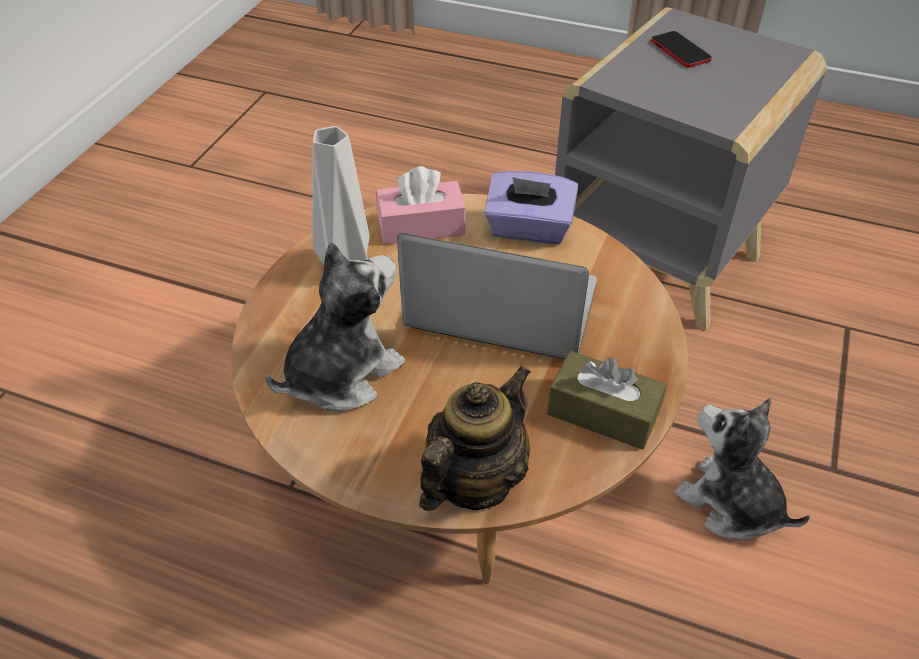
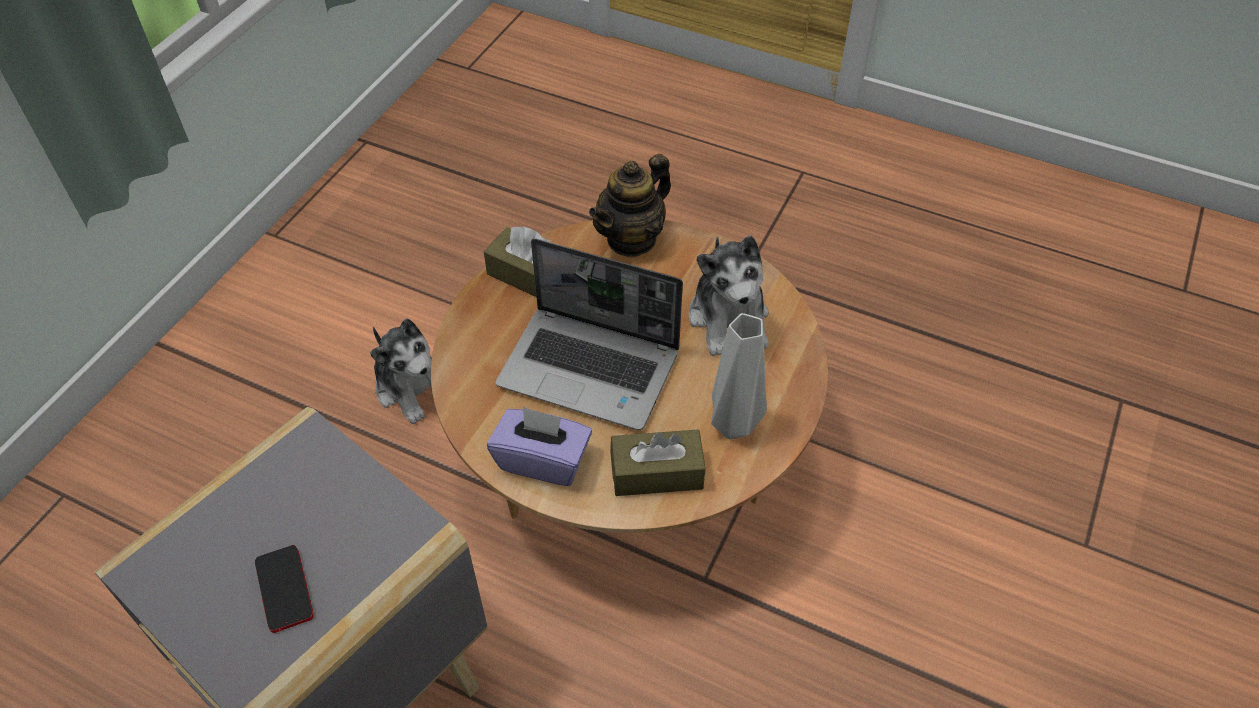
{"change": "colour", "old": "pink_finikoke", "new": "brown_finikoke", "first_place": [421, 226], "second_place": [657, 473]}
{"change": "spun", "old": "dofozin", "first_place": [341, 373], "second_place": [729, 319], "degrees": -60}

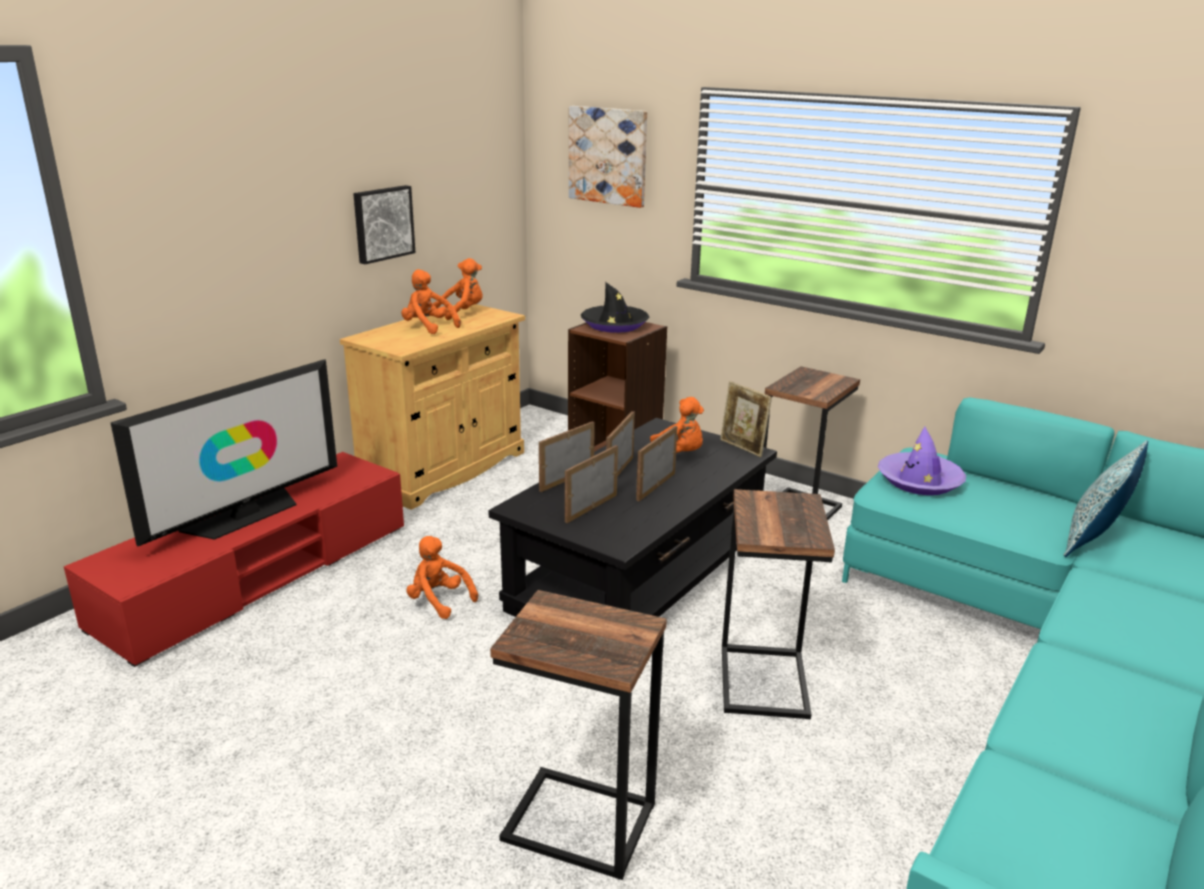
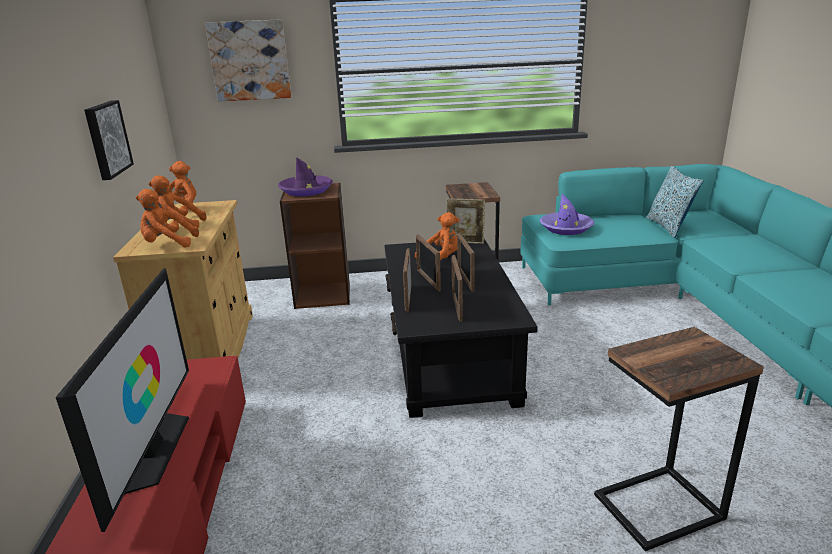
{"change": "missing", "old": "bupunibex", "first_place": [765, 681]}
{"change": "relocated", "old": "orange_dofozin", "first_place": [438, 601], "second_place": [167, 244]}
{"change": "colour", "old": "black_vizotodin", "new": "purple_vizotodin", "first_place": [614, 325], "second_place": [306, 190]}

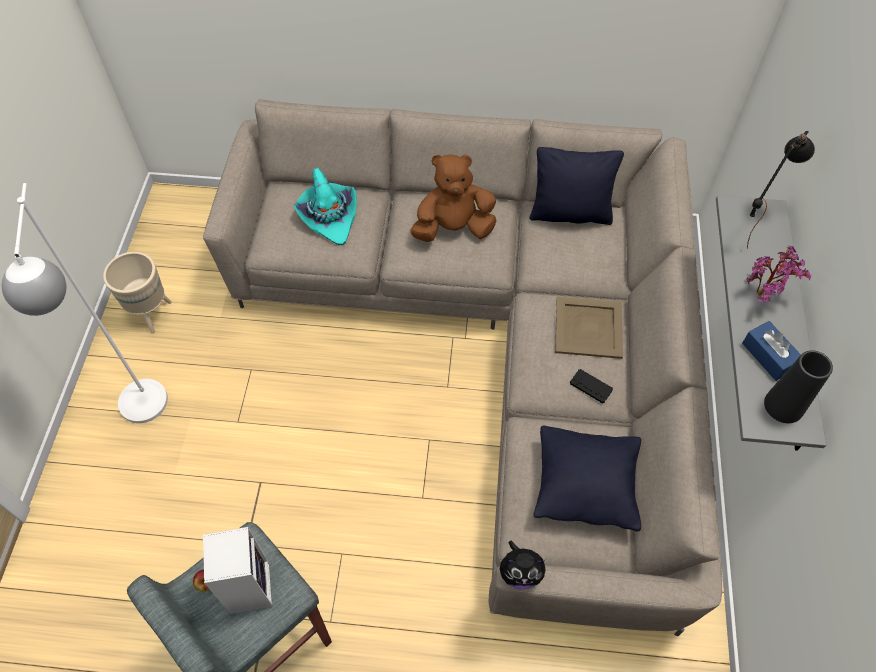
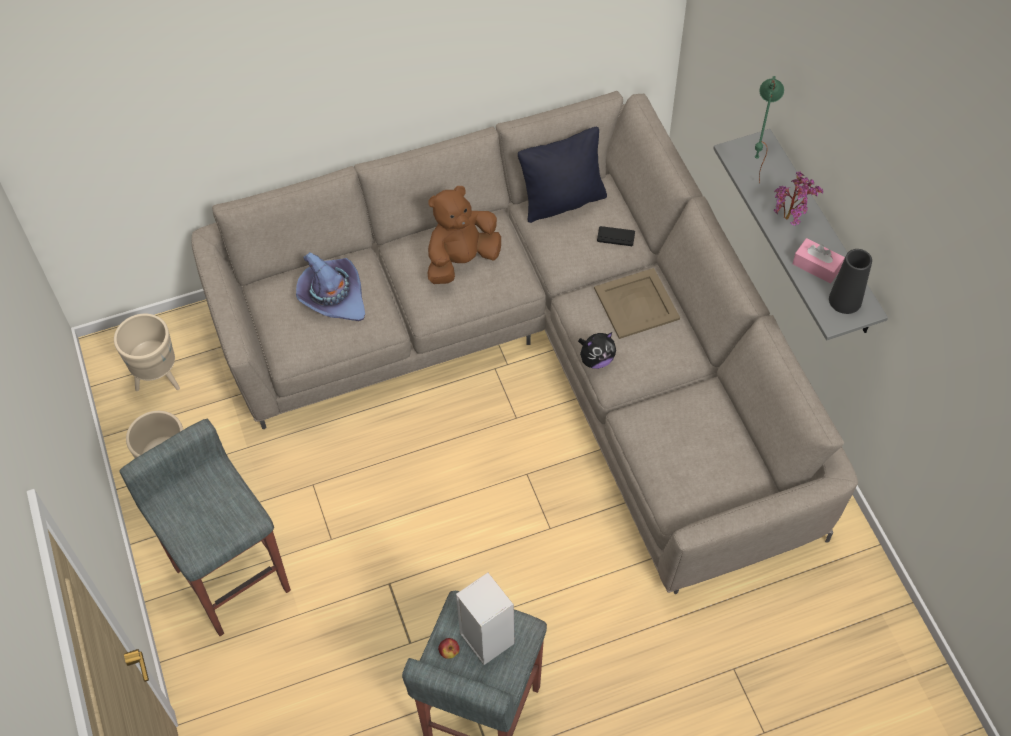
{"change": "missing", "old": "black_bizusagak", "first_place": [584, 487]}
{"change": "appeared", "new": "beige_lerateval", "second_place": [159, 380]}
{"change": "relocated", "old": "dofozin", "first_place": [520, 572], "second_place": [596, 360]}
{"change": "relocated", "old": "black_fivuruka", "first_place": [591, 386], "second_place": [616, 237]}
{"change": "exchanged", "old": "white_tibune", "new": "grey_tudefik", "first_place": [143, 417], "second_place": [232, 577]}
{"change": "colour", "old": "turquoise_vizotodin", "new": "purple_vizotodin", "first_place": [329, 216], "second_place": [332, 296]}
{"change": "colour", "old": "blue_finikoke", "new": "pink_finikoke", "first_place": [768, 356], "second_place": [816, 266]}
{"change": "colour", "old": "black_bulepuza", "new": "green_bulepuza", "first_place": [753, 227], "second_place": [755, 163]}

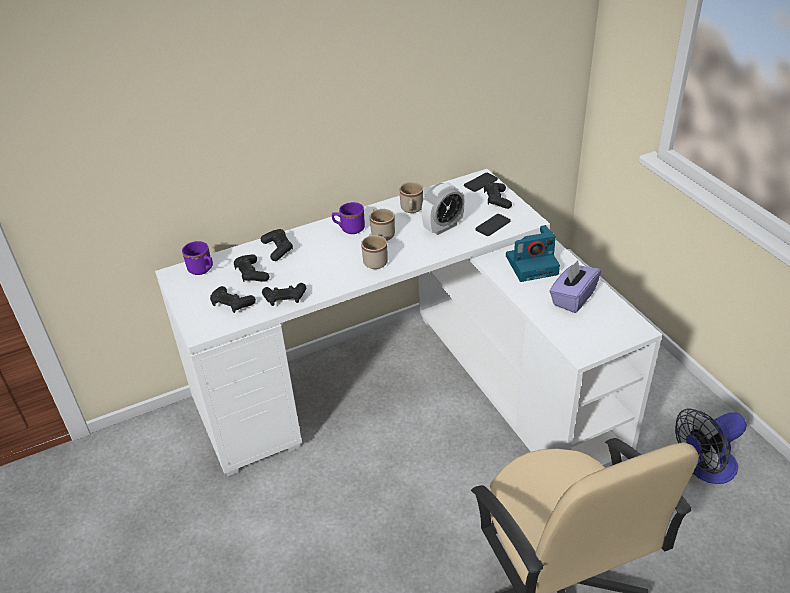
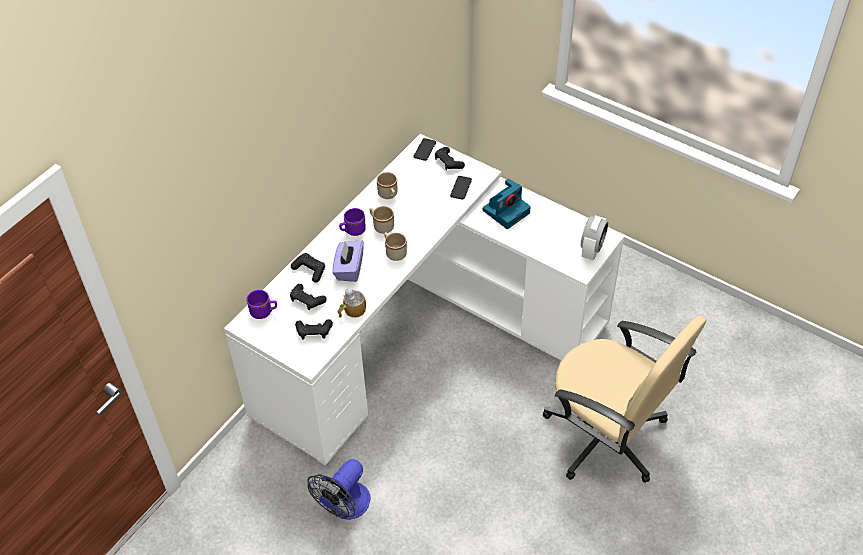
{"change": "relocated", "old": "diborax", "first_place": [443, 227], "second_place": [592, 250]}
{"change": "relocated", "old": "purple_finikoke", "first_place": [572, 298], "second_place": [349, 269]}
{"change": "relocated", "old": "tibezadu", "first_place": [704, 468], "second_place": [344, 507]}
{"change": "exchanged", "old": "black_fivuruka", "new": "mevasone", "first_place": [285, 298], "second_place": [351, 311]}

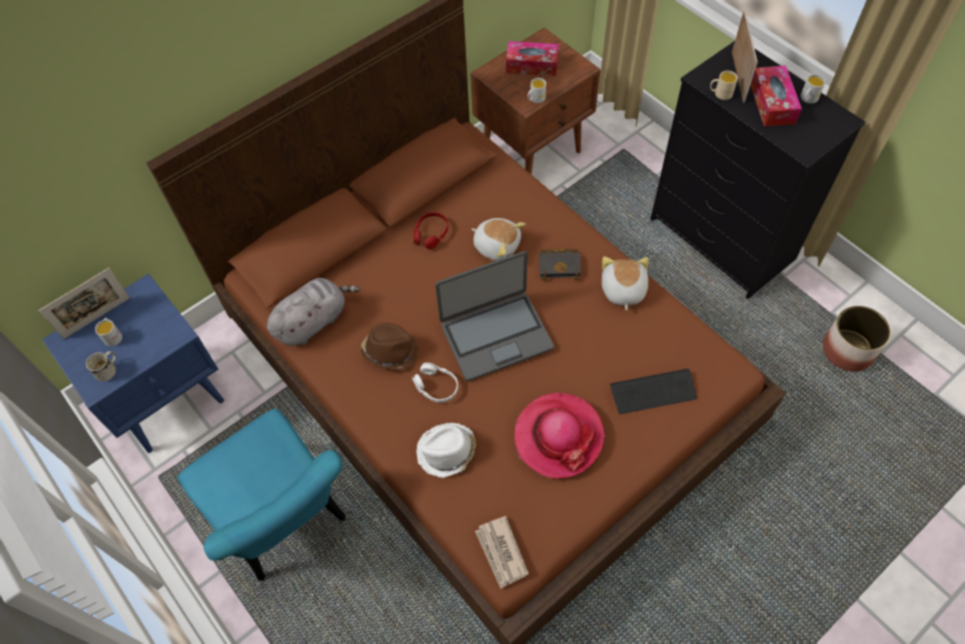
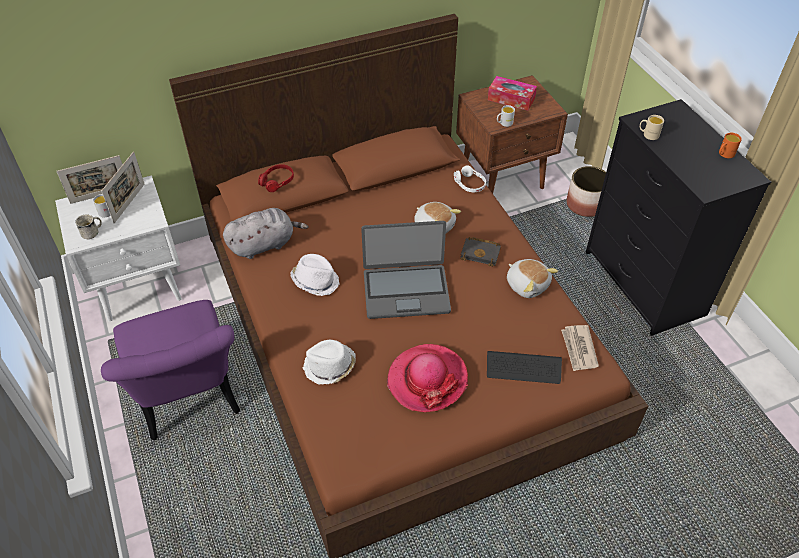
{"change": "missing", "old": "finikoke", "first_place": [772, 103]}
{"change": "relocated", "old": "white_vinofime", "first_place": [436, 386], "second_place": [469, 184]}
{"change": "relocated", "old": "red_vinofime", "first_place": [431, 234], "second_place": [277, 181]}
{"change": "relocated", "old": "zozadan", "first_place": [501, 553], "second_place": [579, 349]}
{"change": "relocated", "old": "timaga", "first_place": [738, 77], "second_place": [129, 203]}
{"change": "relocated", "old": "lerateval", "first_place": [848, 351], "second_place": [585, 205]}
{"change": "colour", "old": "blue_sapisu", "new": "white_sapisu", "first_place": [169, 398], "second_place": [140, 286]}
{"change": "colour", "old": "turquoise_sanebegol", "new": "purple_sanebegol", "first_place": [285, 522], "second_place": [190, 401]}
{"change": "colour", "old": "brown_vizotodin", "new": "white_vizotodin", "first_place": [390, 351], "second_place": [315, 281]}
{"change": "colour", "old": "white_mevasone", "new": "orange_mevasone", "first_place": [807, 99], "second_place": [724, 154]}
{"change": "spun", "old": "dofozin", "first_place": [622, 290], "second_place": [527, 284], "degrees": 120}

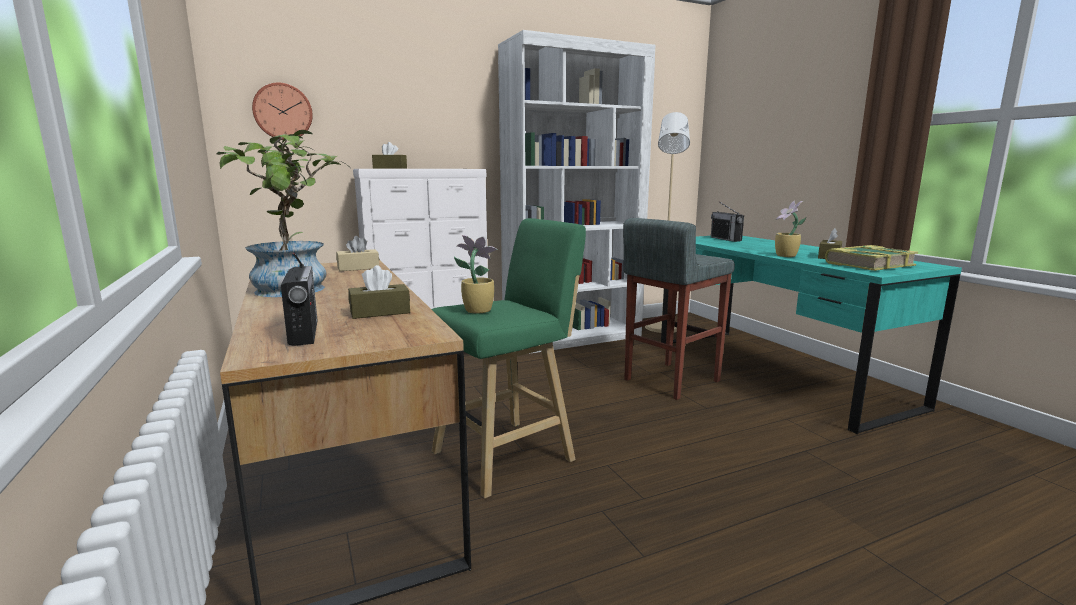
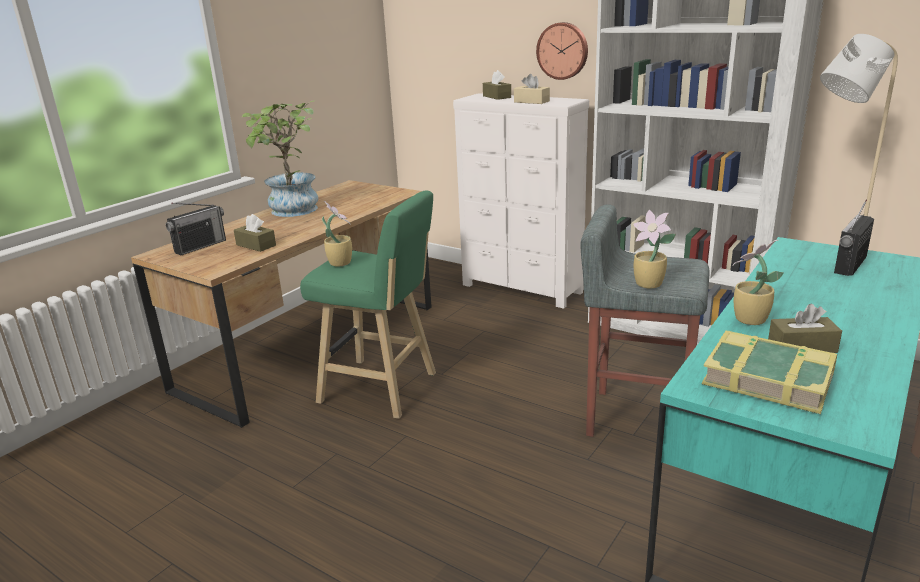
{"change": "appeared", "new": "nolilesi", "second_place": [649, 284]}
{"change": "relocated", "old": "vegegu", "first_place": [283, 112], "second_place": [563, 51]}
{"change": "relocated", "old": "beige_finikoke", "first_place": [358, 268], "second_place": [531, 102]}

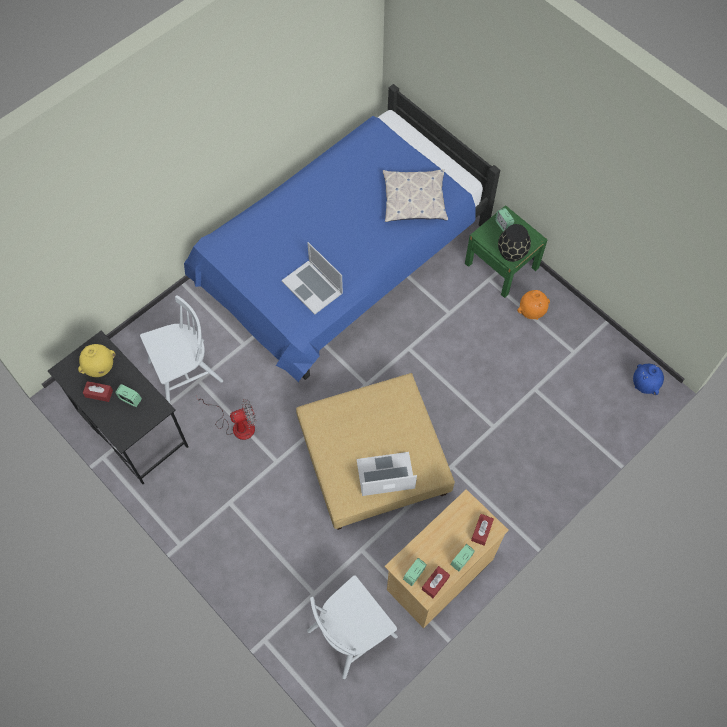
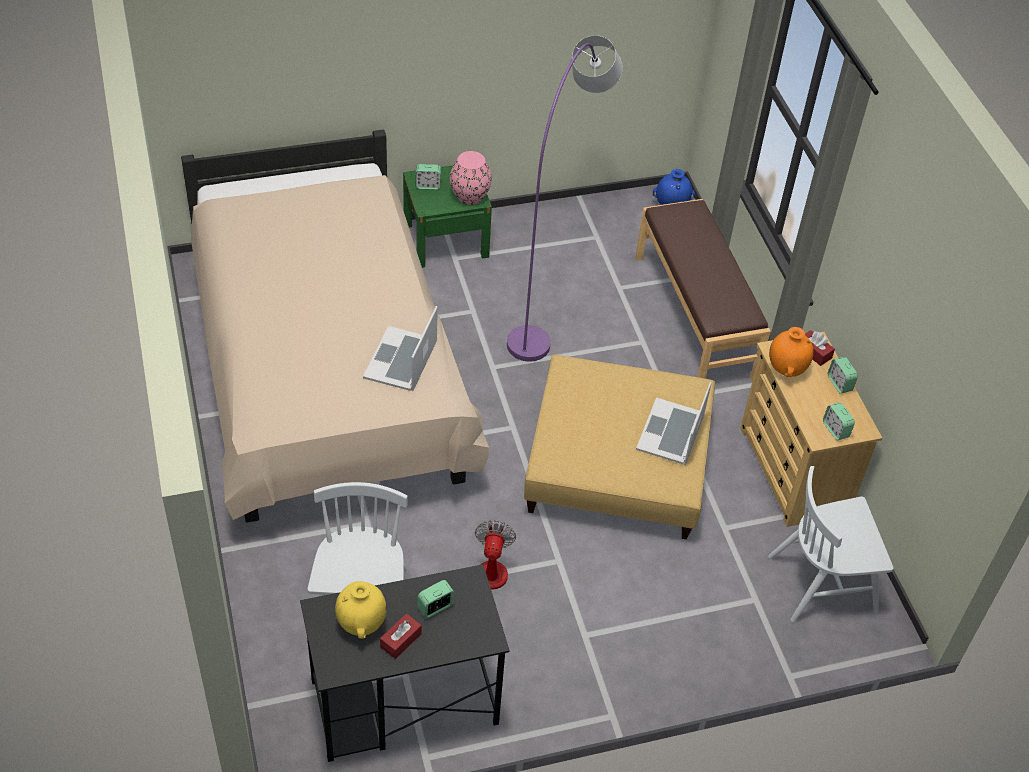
{"change": "missing", "old": "bizusagak", "first_place": [414, 200]}
{"change": "missing", "old": "red_finikoke", "first_place": [435, 583]}
{"change": "appeared", "new": "purple_tibune", "second_place": [554, 291]}
{"change": "appeared", "new": "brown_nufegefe", "second_place": [695, 316]}
{"change": "relocated", "old": "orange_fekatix", "first_place": [531, 312], "second_place": [786, 369]}
{"change": "colour", "old": "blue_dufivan", "new": "beige_dufivan", "first_place": [342, 261], "second_place": [325, 372]}
{"change": "colour", "old": "black_fekatix", "new": "pink_fekatix", "first_place": [511, 253], "second_place": [469, 196]}
{"change": "spun", "old": "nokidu", "first_place": [312, 287], "second_place": [401, 359], "degrees": 120}
{"change": "spun", "old": "white_sanebegol", "first_place": [352, 632], "second_place": [823, 583], "degrees": 90}

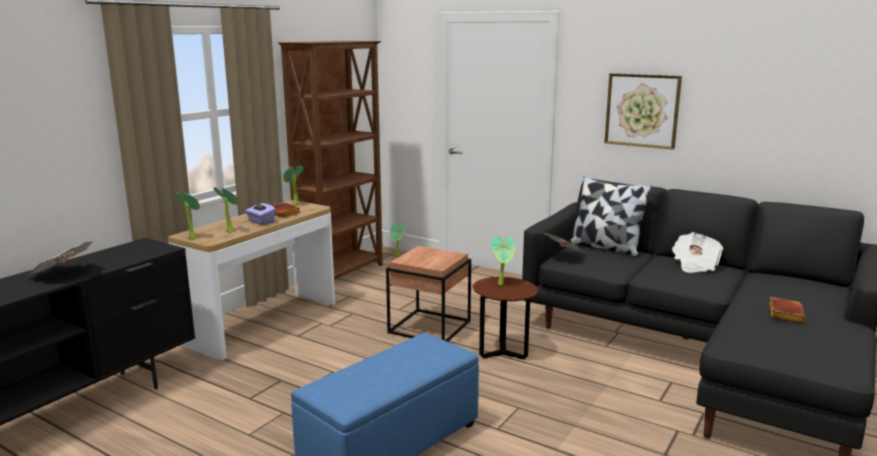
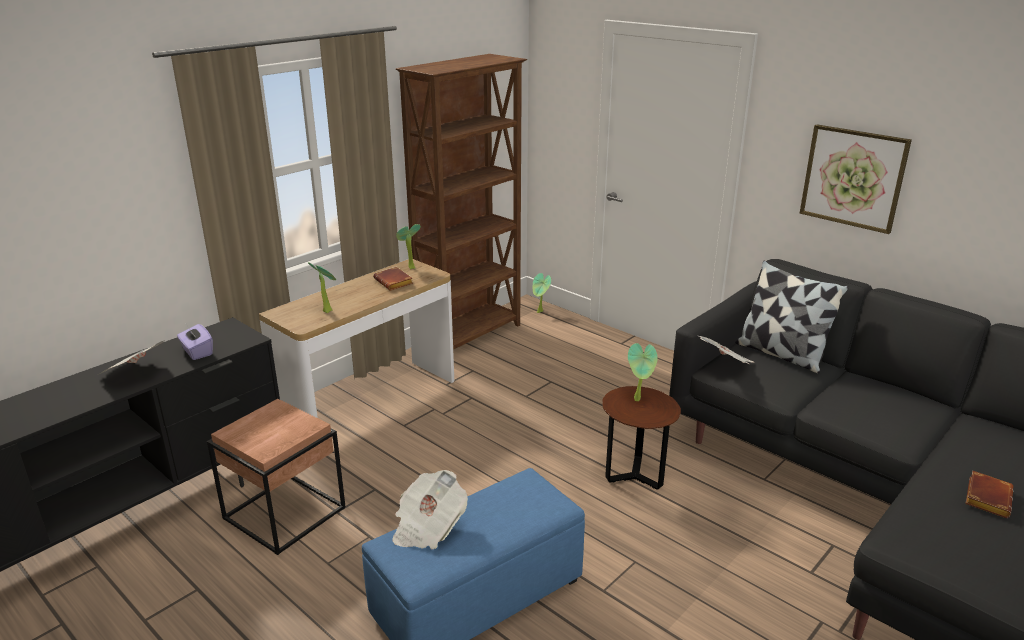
{"change": "missing", "old": "nolilesi", "first_place": [192, 237]}
{"change": "relocated", "old": "purple_finikoke", "first_place": [261, 222], "second_place": [197, 352]}
{"change": "relocated", "old": "brown_bupunibex", "first_place": [429, 327], "second_place": [285, 512]}
{"change": "relocated", "old": "zozadan", "first_place": [695, 265], "second_place": [428, 527]}

